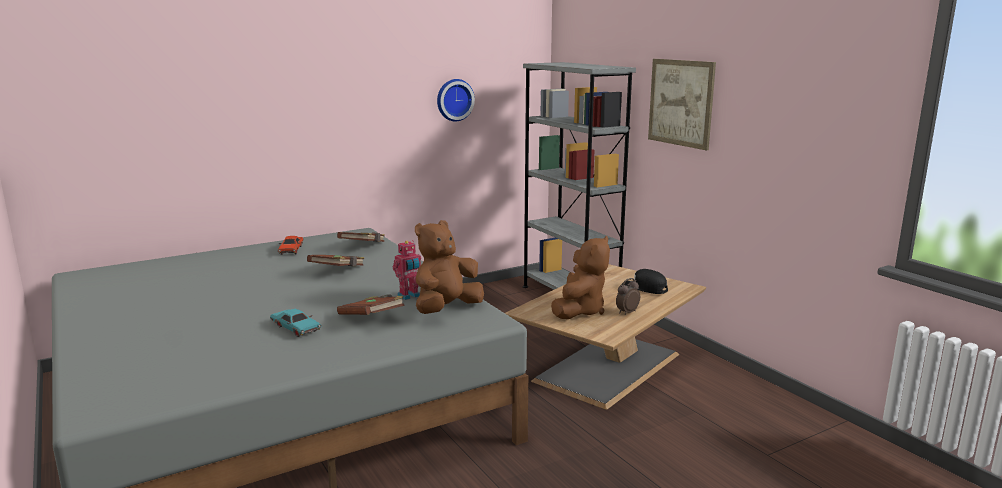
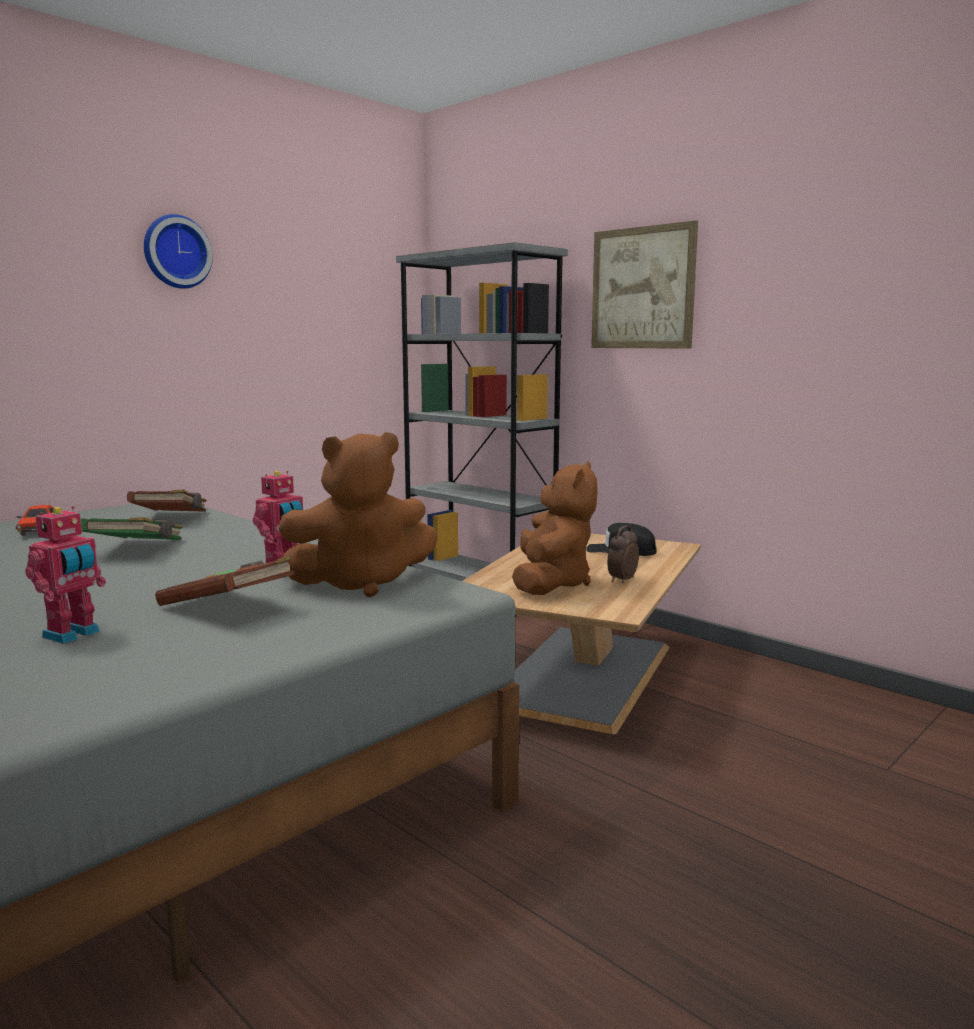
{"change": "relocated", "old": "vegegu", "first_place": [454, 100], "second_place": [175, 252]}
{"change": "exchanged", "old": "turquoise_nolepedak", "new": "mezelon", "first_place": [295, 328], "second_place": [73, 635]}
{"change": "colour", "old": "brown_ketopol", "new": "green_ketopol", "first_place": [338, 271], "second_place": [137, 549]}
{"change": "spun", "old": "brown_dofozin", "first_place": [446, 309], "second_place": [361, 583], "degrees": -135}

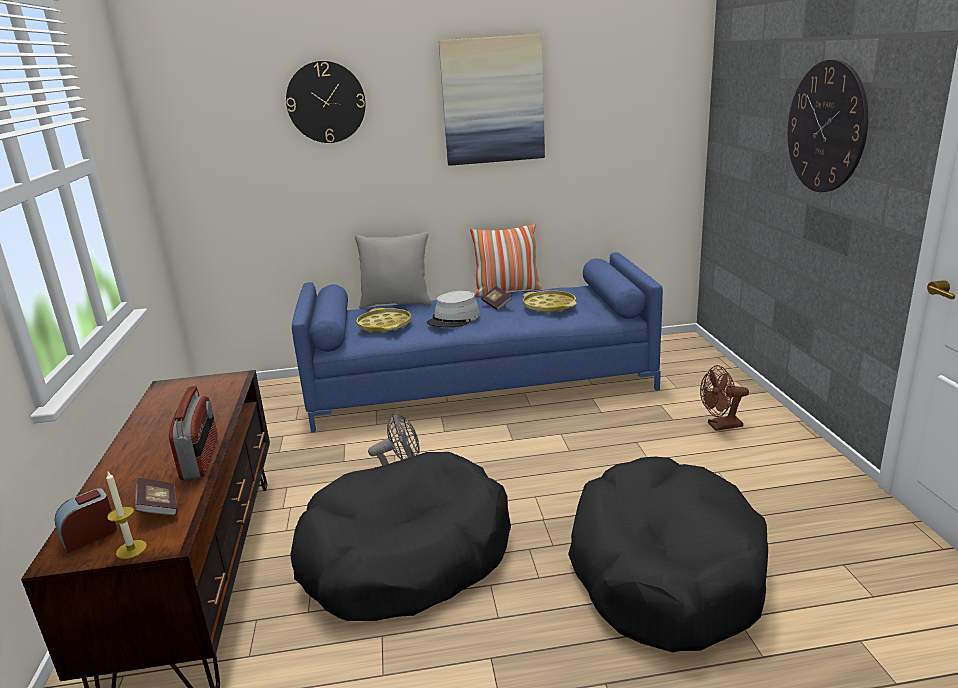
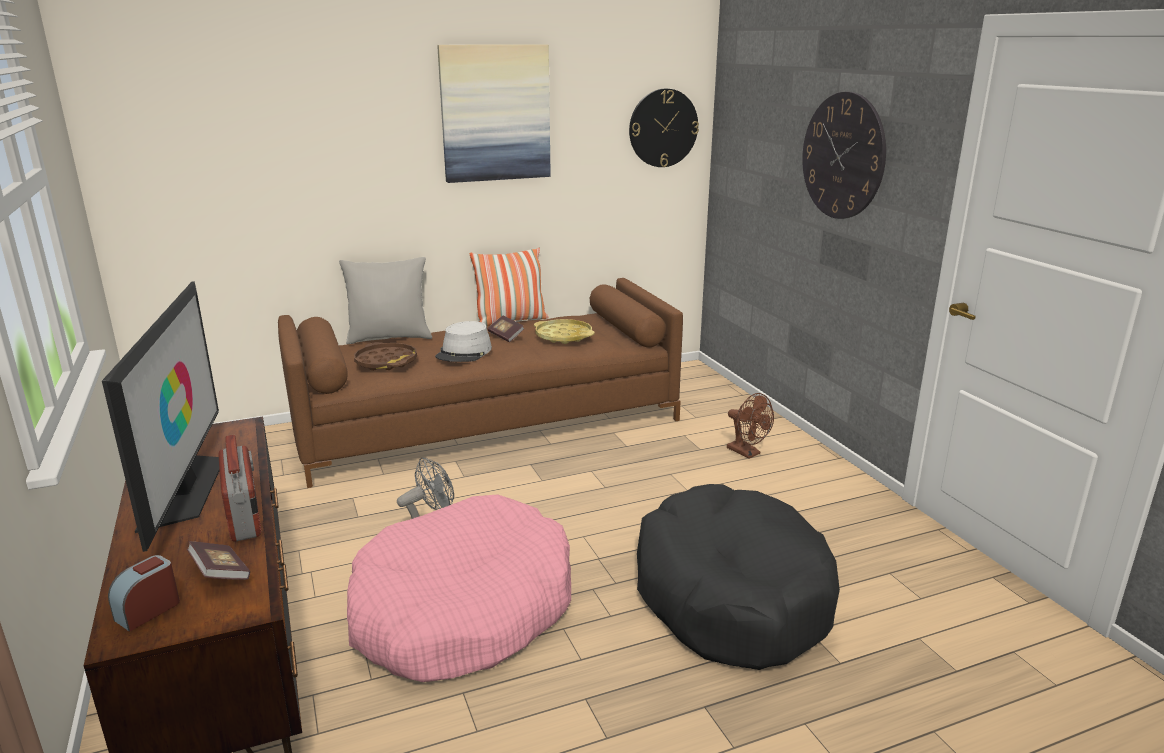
{"change": "missing", "old": "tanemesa", "first_place": [131, 549]}
{"change": "appeared", "new": "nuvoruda", "second_place": [185, 488]}
{"change": "relocated", "old": "vegegu", "first_place": [326, 102], "second_place": [663, 128]}
{"change": "colour", "old": "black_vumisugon", "new": "pink_vumisugon", "first_place": [405, 556], "second_place": [463, 610]}
{"change": "colour", "old": "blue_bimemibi", "new": "brown_bimemibi", "first_place": [480, 383], "second_place": [488, 422]}
{"change": "colour", "old": "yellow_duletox", "new": "brown_duletox", "first_place": [384, 325], "second_place": [386, 362]}
{"change": "spun", "old": "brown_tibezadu", "first_place": [720, 426], "second_place": [747, 453], "degrees": -105}

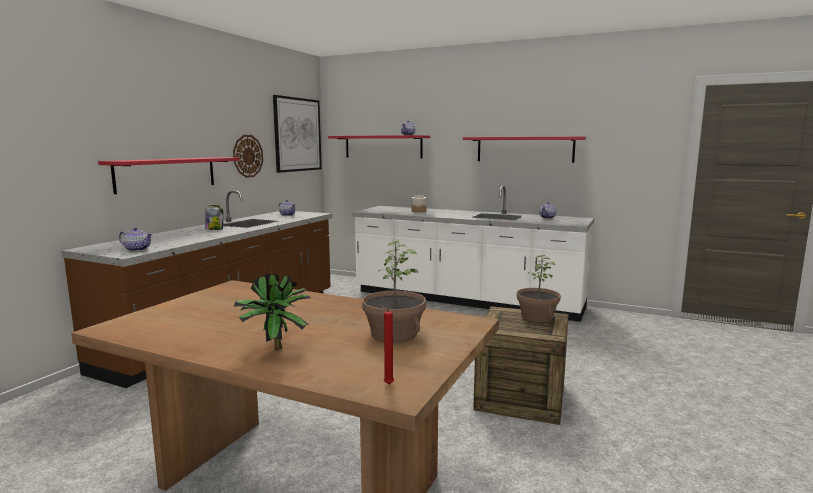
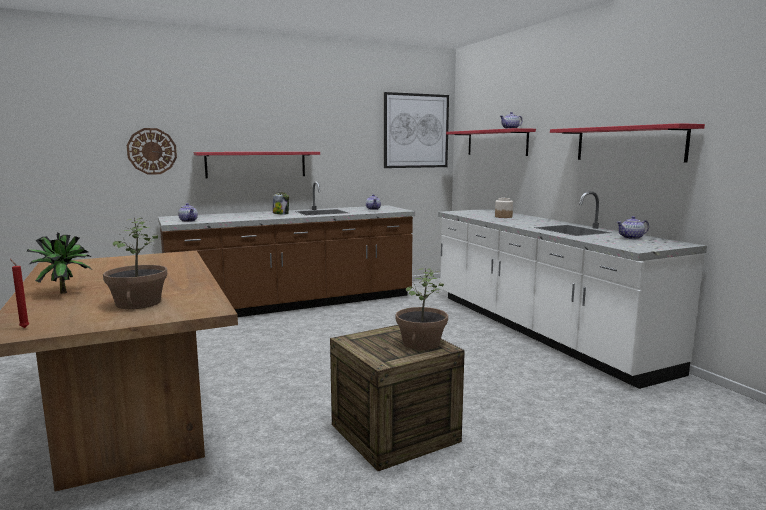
{"change": "relocated", "old": "vegegu", "first_place": [247, 156], "second_place": [152, 151]}

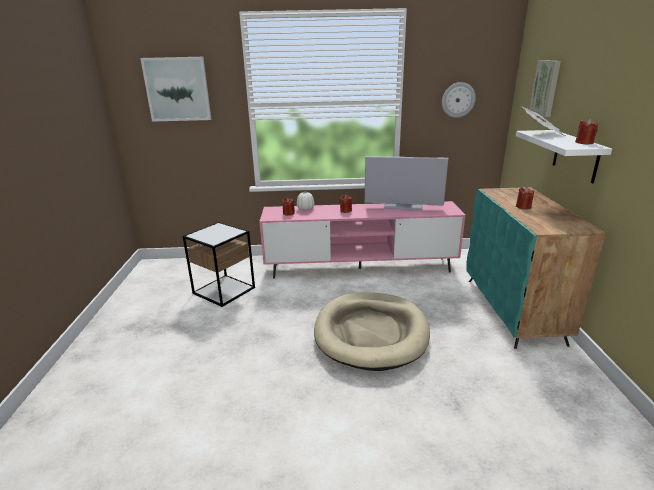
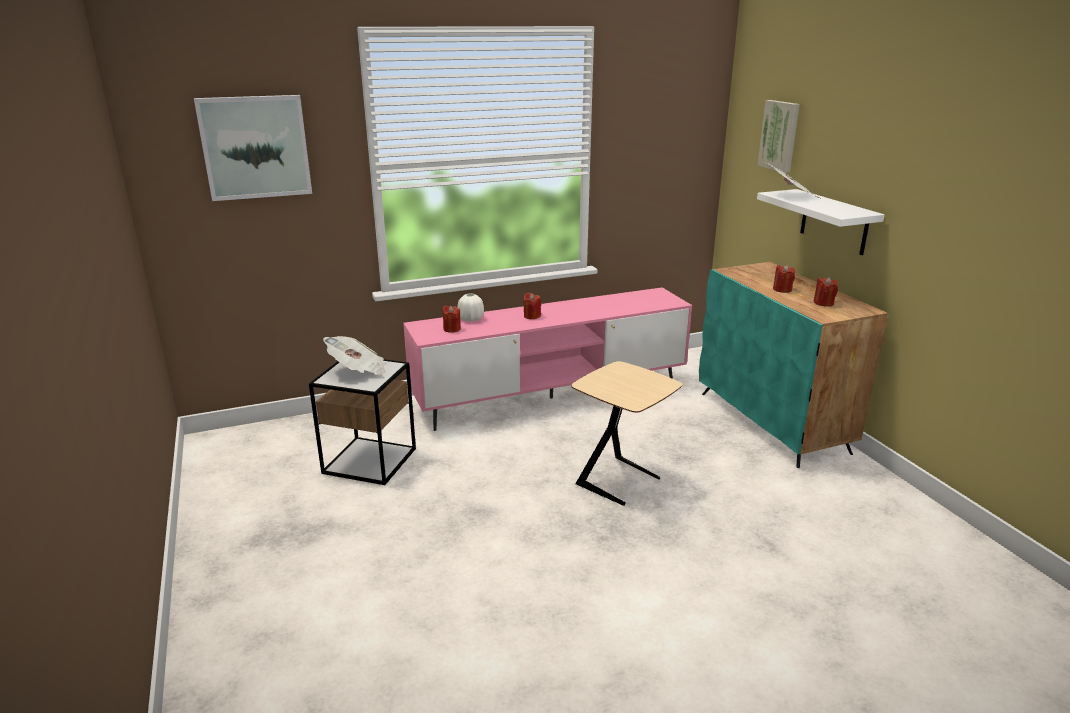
{"change": "missing", "old": "nuvoruda", "first_place": [403, 207]}
{"change": "missing", "old": "vegegu", "first_place": [458, 100]}
{"change": "appeared", "new": "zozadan", "second_place": [358, 370]}
{"change": "relocated", "old": "red_tanemesa", "first_place": [584, 142], "second_place": [823, 303]}
{"change": "exchanged", "old": "beige_vumisugon", "new": "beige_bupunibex", "first_place": [371, 333], "second_place": [621, 482]}

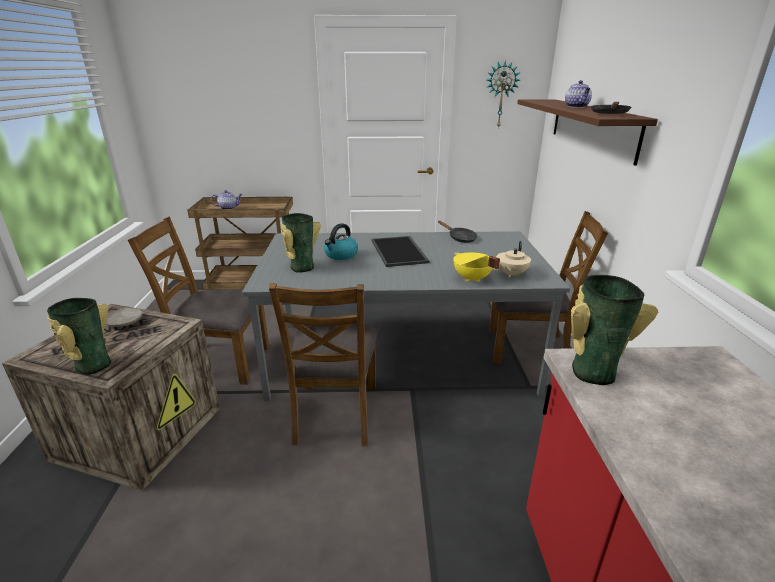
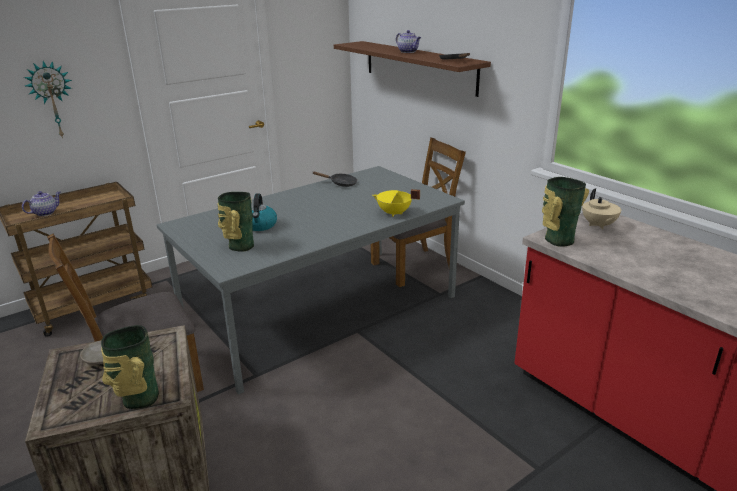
{"change": "missing", "old": "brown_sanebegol", "first_place": [335, 413]}
{"change": "missing", "old": "duletox", "first_place": [400, 251]}
{"change": "relocated", "old": "vegegu", "first_place": [501, 95], "second_place": [52, 100]}
{"change": "relocated", "old": "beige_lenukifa", "first_place": [510, 274], "second_place": [598, 225]}

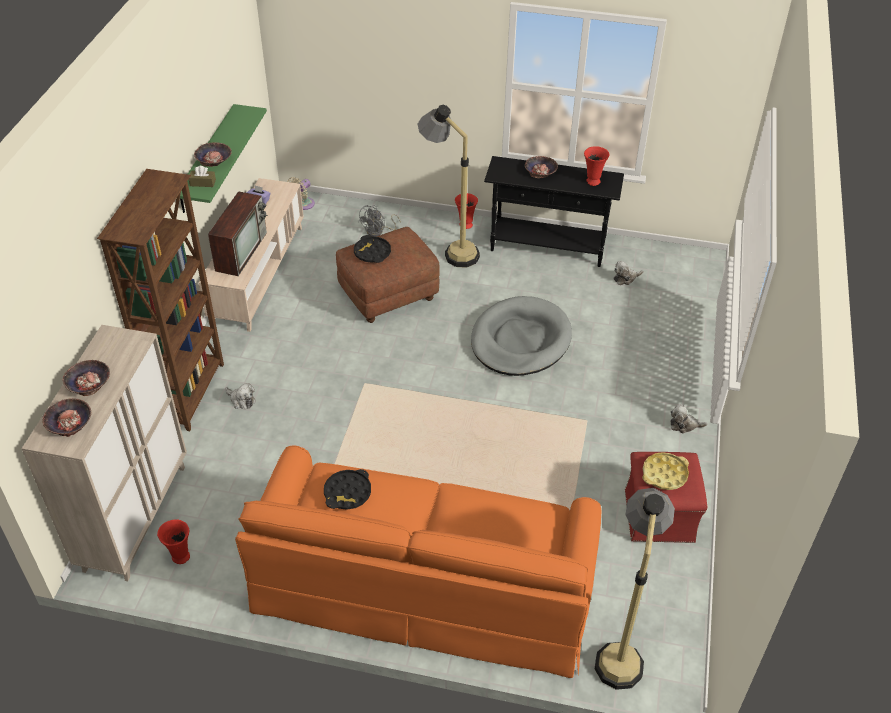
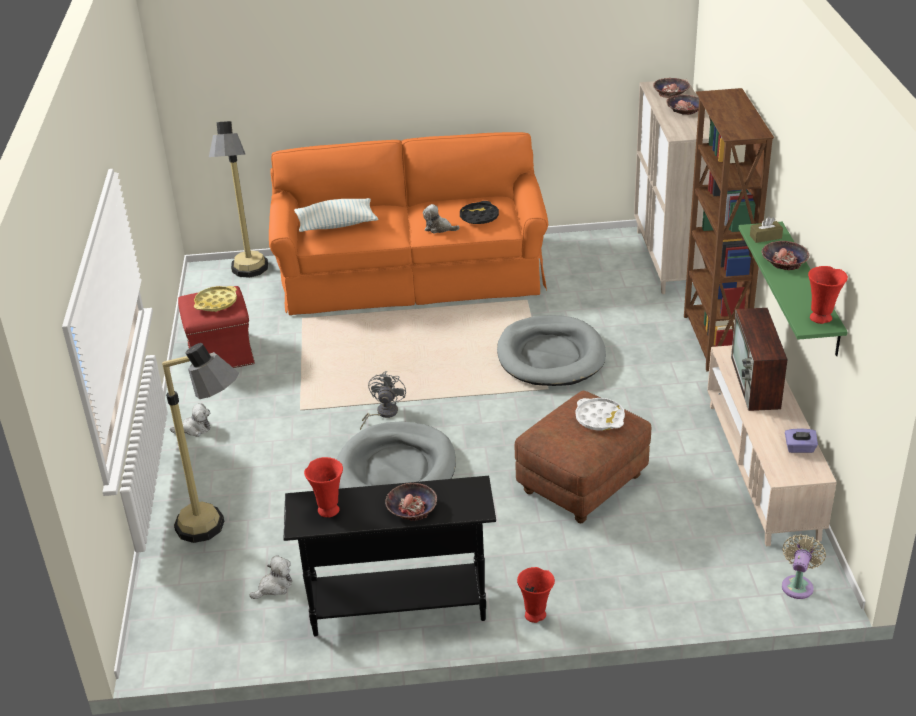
{"change": "appeared", "new": "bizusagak", "second_place": [336, 225]}
{"change": "appeared", "new": "grey_vumisugon", "second_place": [550, 355]}
{"change": "relocated", "old": "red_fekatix", "first_place": [180, 556], "second_place": [821, 318]}
{"change": "relocated", "old": "dofozin", "first_place": [241, 400], "second_place": [439, 228]}
{"change": "relocated", "old": "grey_tibezadu", "first_place": [378, 231], "second_place": [383, 413]}
{"change": "relocated", "old": "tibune", "first_place": [449, 249], "second_place": [219, 531]}
{"change": "colour", "old": "black_duletox", "new": "white_duletox", "first_place": [372, 252], "second_place": [599, 418]}

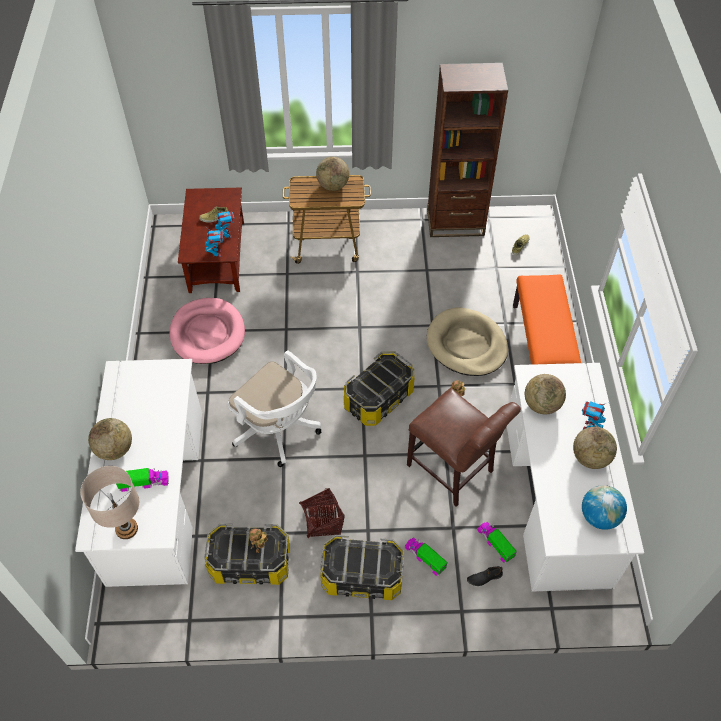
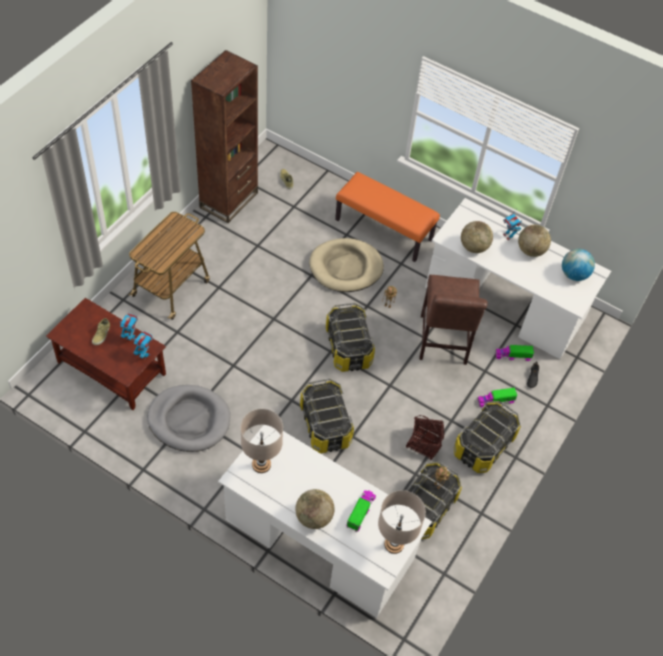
{"change": "missing", "old": "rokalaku", "first_place": [333, 185]}
{"change": "appeared", "new": "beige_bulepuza", "second_place": [261, 464]}
{"change": "exchanged", "old": "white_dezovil", "new": "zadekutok", "first_place": [279, 430], "second_place": [326, 425]}
{"change": "colour", "old": "pink_vumisugon", "new": "grey_vumisugon", "first_place": [207, 333], "second_place": [189, 420]}
{"change": "spun", "old": "brown_sanebegol", "first_place": [453, 471], "second_place": [442, 343], "degrees": 105}

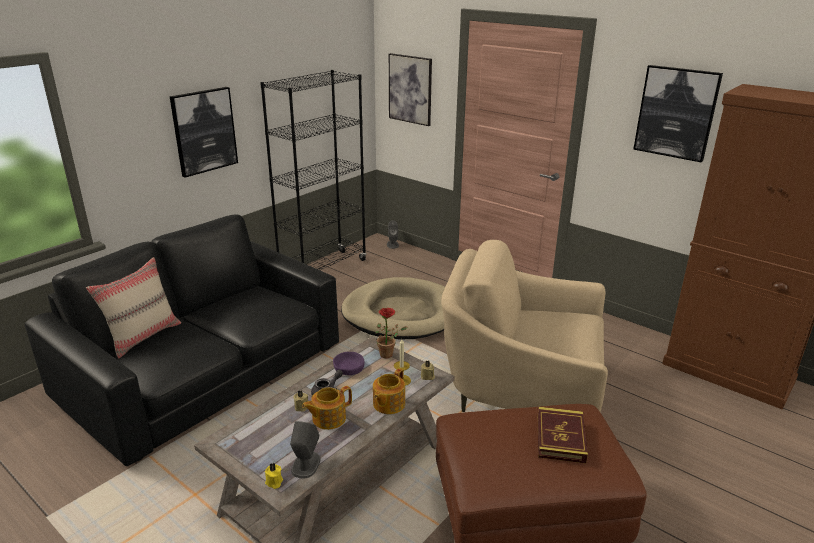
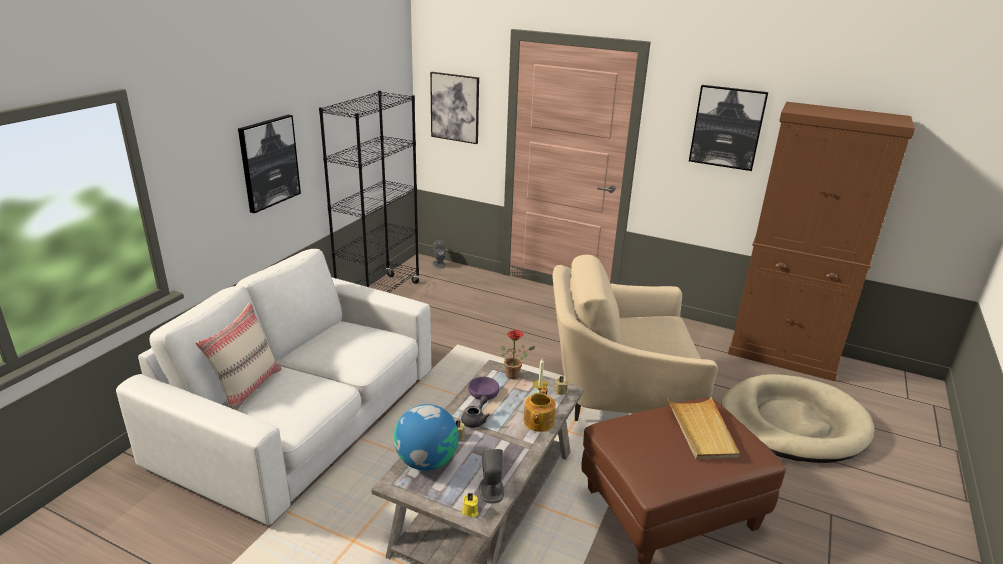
{"change": "missing", "old": "lenukifa", "first_place": [328, 418]}
{"change": "appeared", "new": "rokalaku", "second_place": [427, 461]}
{"change": "relocated", "old": "beige_vumisugon", "first_place": [401, 313], "second_place": [792, 423]}
{"change": "exchanged", "old": "ketopol", "new": "beige_duletox", "first_place": [560, 438], "second_place": [701, 430]}
{"change": "colour", "old": "black_bimemibi", "new": "white_bimemibi", "first_place": [204, 372], "second_place": [302, 417]}

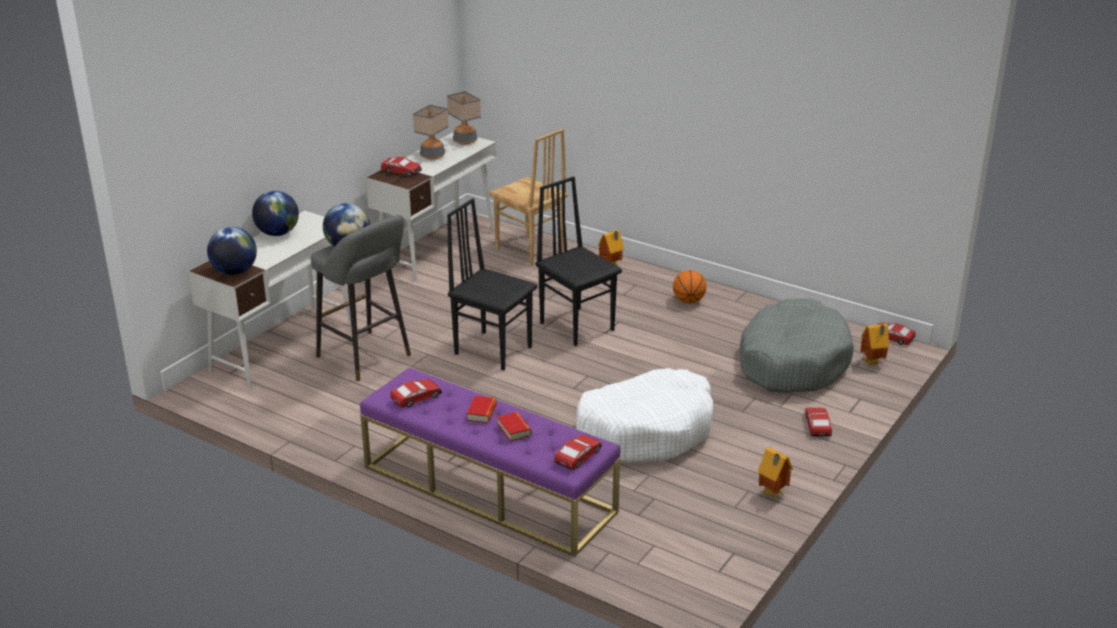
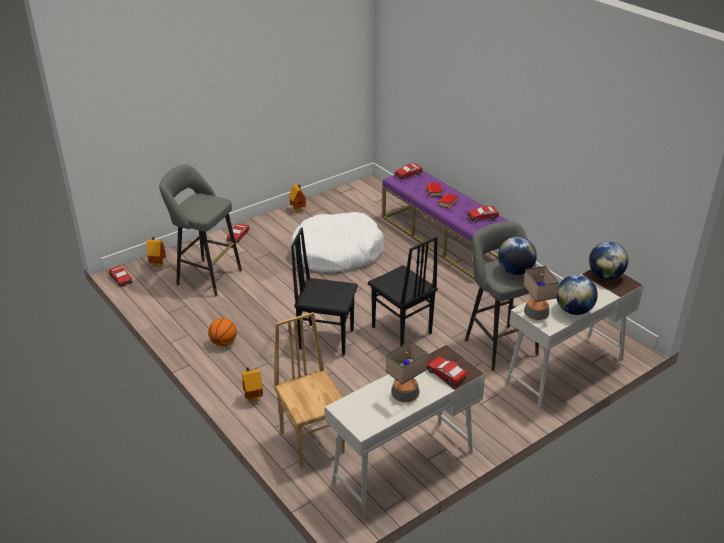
{"change": "relocated", "old": "bulepuza", "first_place": [465, 141], "second_place": [536, 314]}
{"change": "exchanged", "old": "grey_vumisugon", "new": "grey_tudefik", "first_place": [792, 361], "second_place": [206, 276]}
{"change": "spun", "old": "black_sanebegol", "first_place": [577, 326], "second_place": [326, 338], "degrees": 120}

